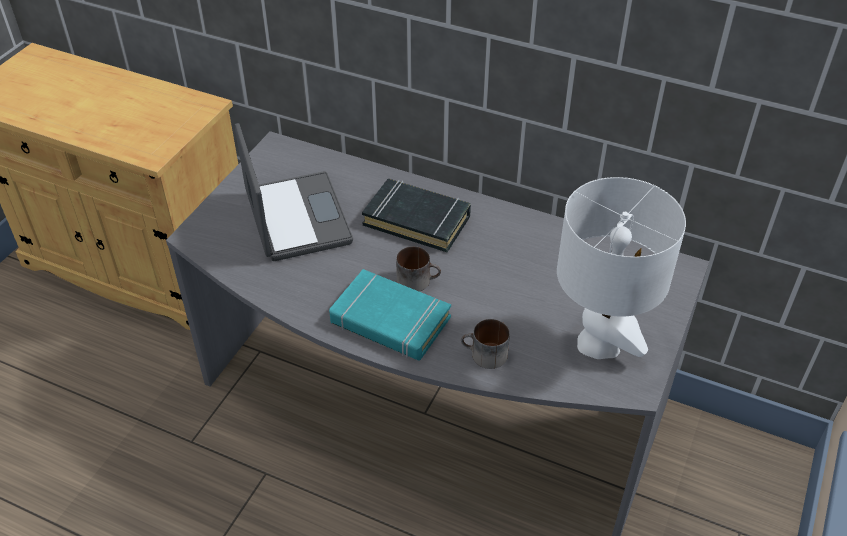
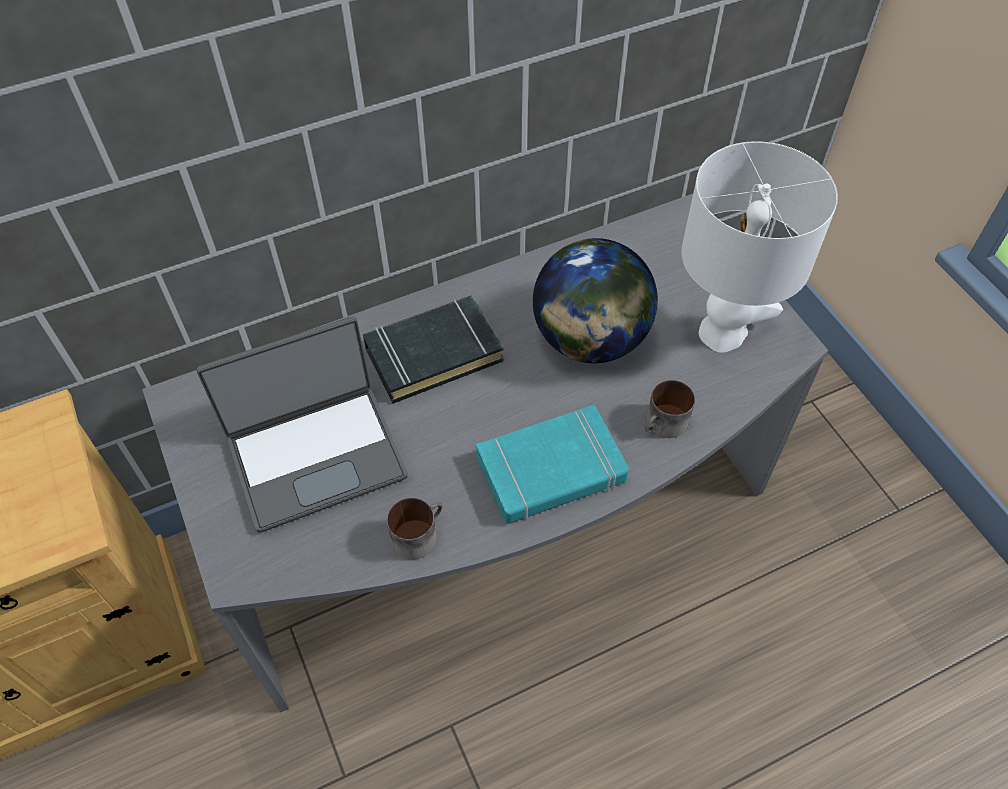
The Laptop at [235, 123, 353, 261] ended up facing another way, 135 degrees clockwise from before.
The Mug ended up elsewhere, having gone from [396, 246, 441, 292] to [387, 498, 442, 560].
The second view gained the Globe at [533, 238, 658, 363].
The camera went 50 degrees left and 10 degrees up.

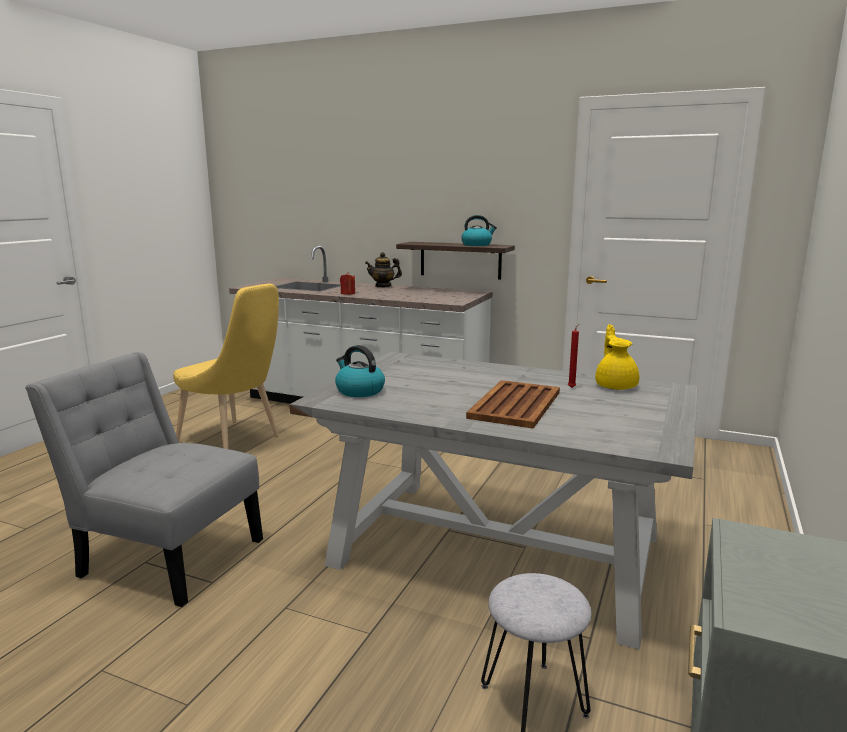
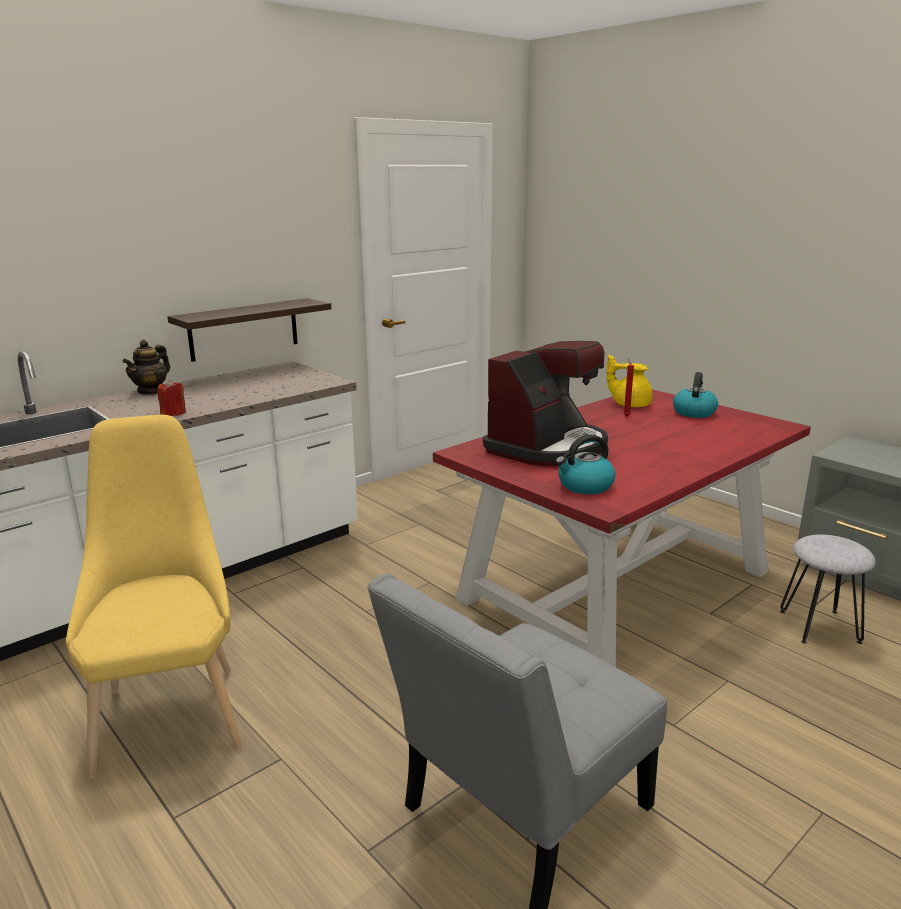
The YellowChair at [173, 284, 279, 449] ended up facing another way, 75 degrees counterclockwise from before.
What was the GreyDiningTable at [290, 352, 698, 650] turned into the RedDiningTable at [433, 389, 811, 667].
The second view gained the CoffeeMachine at [483, 341, 608, 466].
The Kettle ended up elsewhere, having gone from [461, 215, 497, 246] to [673, 372, 718, 418].
The second view lost the BrownTray at [466, 380, 560, 429].
The camera went 65 degrees left and 5 degrees up.

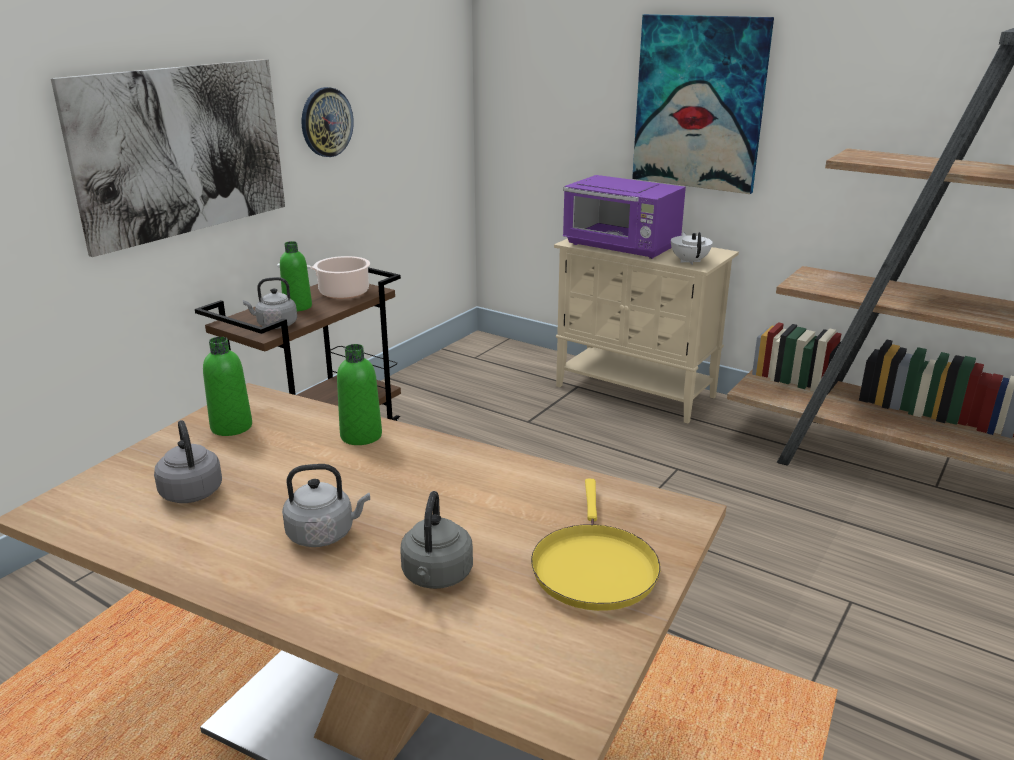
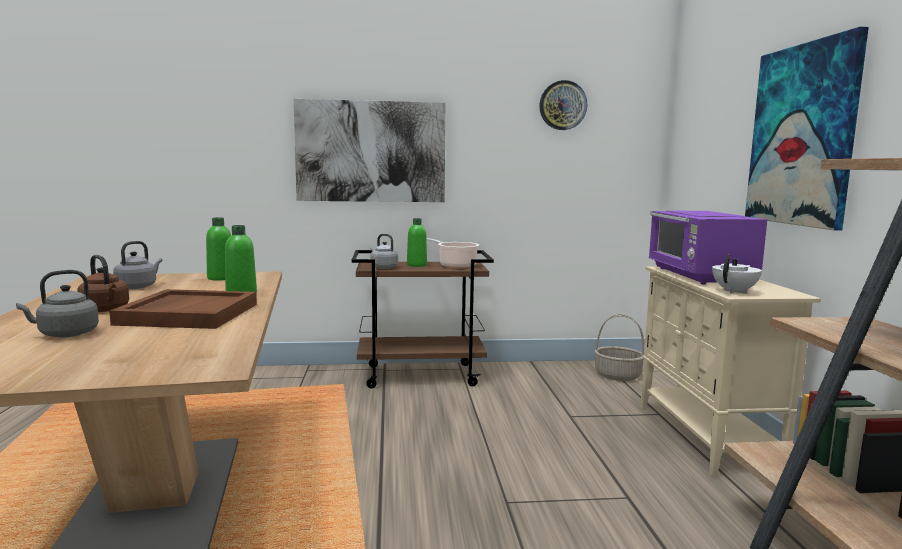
What was the GreyKettle at [282, 464, 370, 547] turned into the BrownKettle at [77, 255, 129, 312].
The second view gained the BrownTray at [109, 289, 257, 329].
The WallClock ended up elsewhere, having gone from [302, 87, 354, 157] to [539, 80, 587, 130].
The second view gained the Basket at [595, 314, 644, 381].
The second view lost the YellowFryingPan at [531, 479, 660, 611].
The camera went 50 degrees right and 15 degrees down.

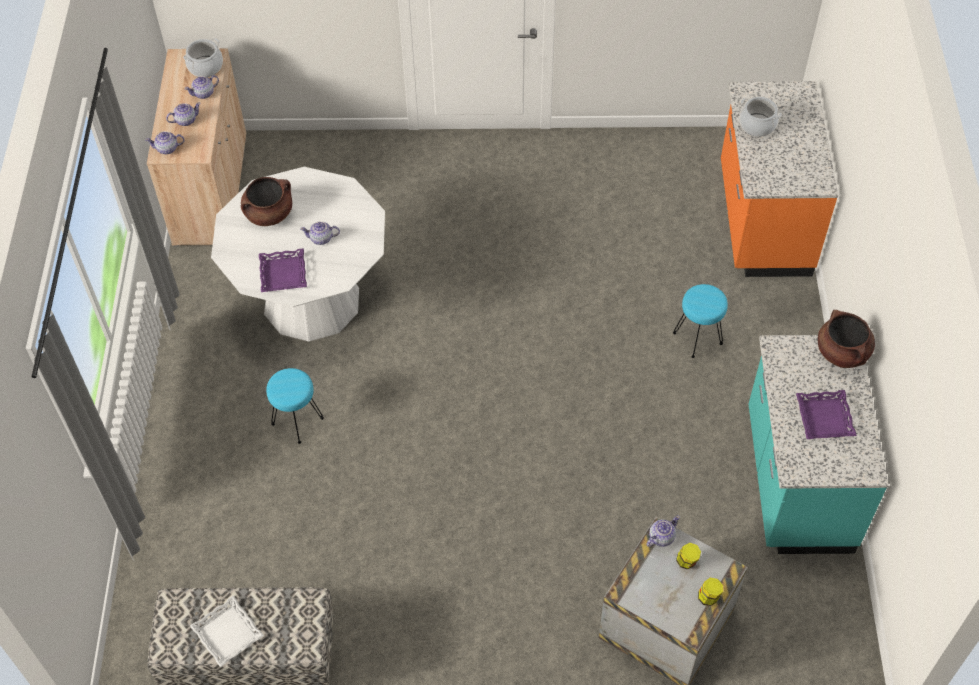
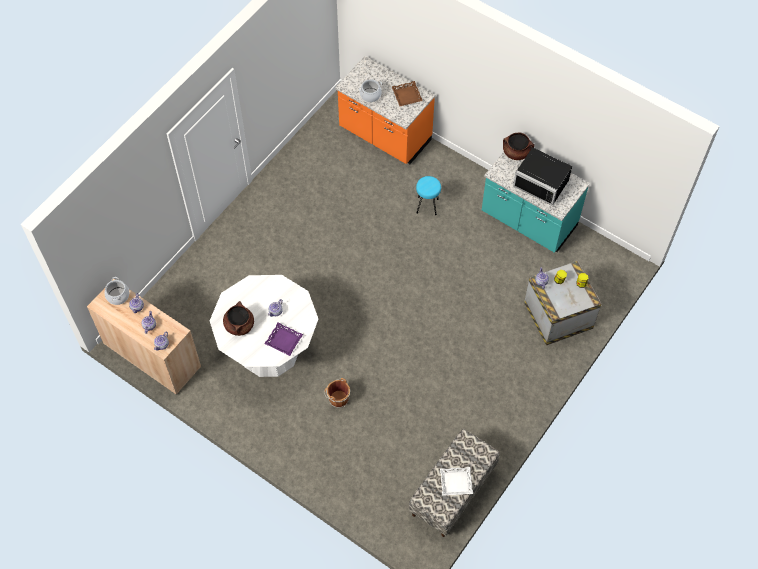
Where the TurquoiseStool stood at [266, 368, 324, 444], the BrownBucket came to stand at [324, 378, 350, 408].
The second view gained the BrownTray at [392, 81, 423, 106].
Where the PurpleTray stood at [796, 390, 857, 439], the BlackMicrowave came to stand at [513, 147, 572, 206].
The camera went 55 degrees left and 5 degrees up.

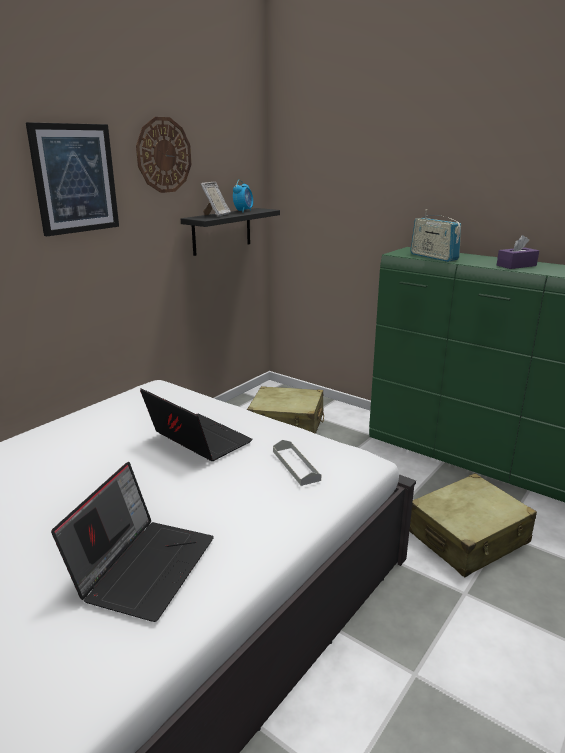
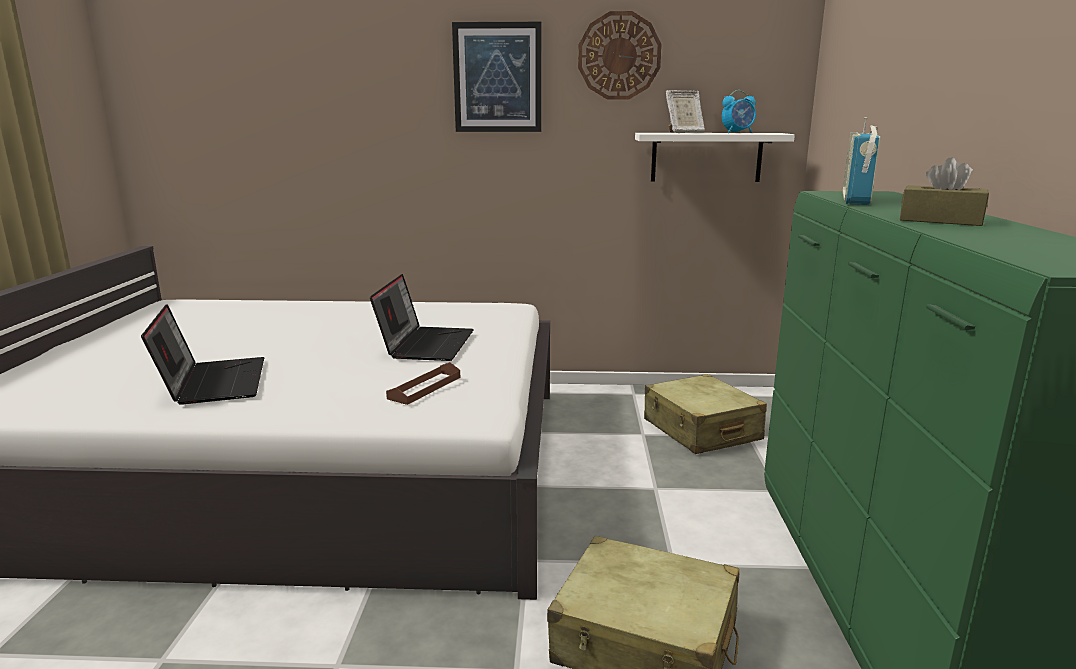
The Laptop at [51, 462, 214, 622] ended up facing another way, 90 degrees counterclockwise from before.
What was the GreyTray at [273, 440, 321, 486] turned into the BrownTray at [386, 362, 460, 405].
What was the BlackShelf at [181, 208, 280, 256] turned into the WhiteShelf at [635, 133, 795, 182].
What was the PurpleTissueBox at [497, 235, 539, 269] turned into the BrownTissueBox at [900, 157, 989, 226].
The camera went 55 degrees right and 5 degrees down.

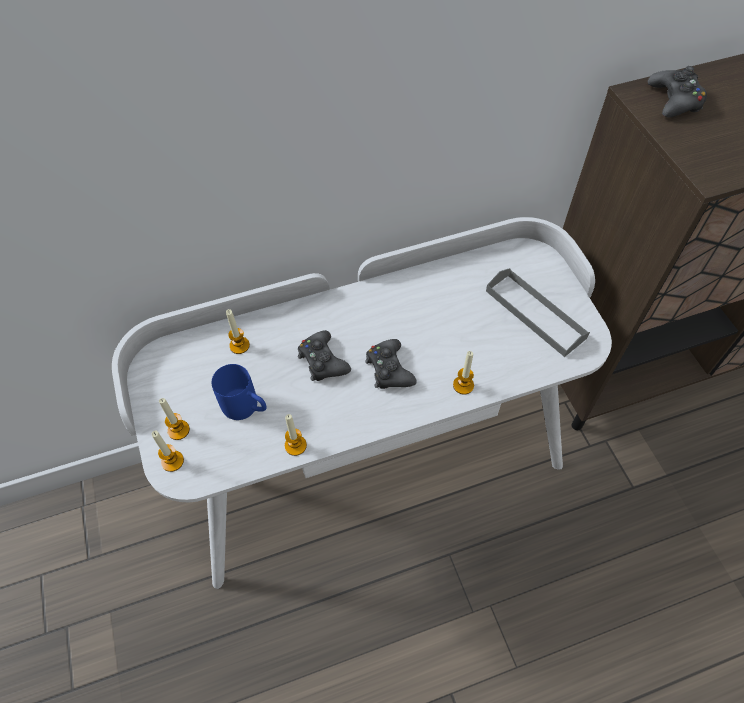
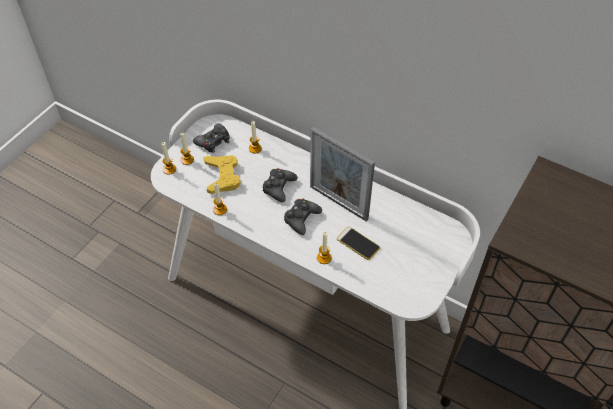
The BlackGameController ended up elsewhere, having gone from [648, 66, 707, 118] to [193, 123, 230, 153].
Where the BlueMug stood at [212, 364, 267, 420], the YellowGameController came to stand at [203, 155, 241, 194].
The second view gained the PictureFrame at [310, 127, 375, 221].
The second view gained the Phone at [337, 227, 380, 260].
The second view lost the GreyTray at [486, 268, 590, 357].
The camera went 50 degrees right and 5 degrees down.

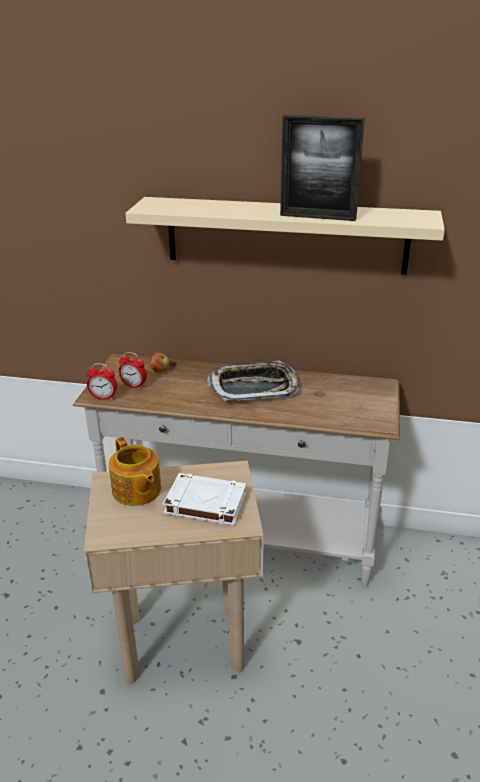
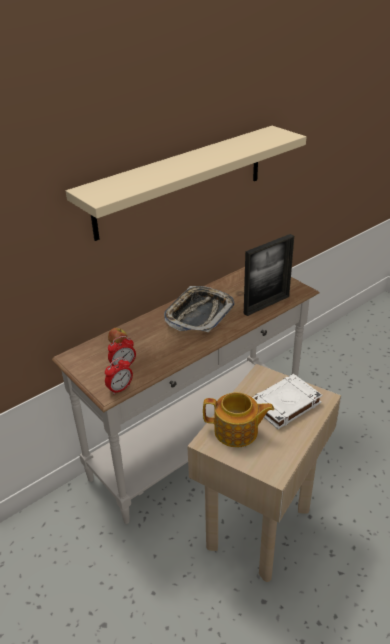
The PictureFrame ended up elsewhere, having gone from [280, 114, 365, 221] to [244, 234, 294, 316].
The camera went 50 degrees left and 5 degrees up.

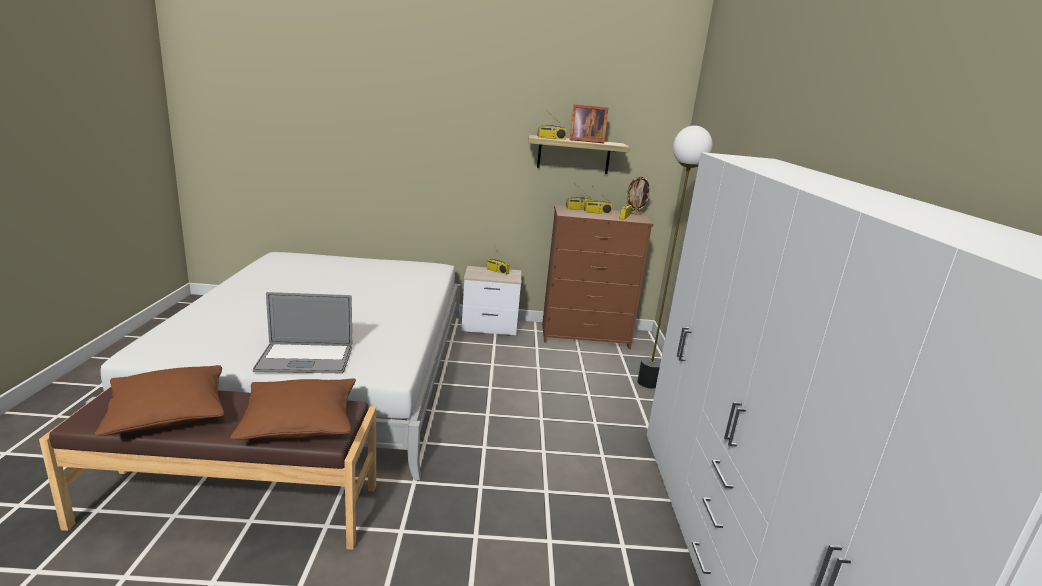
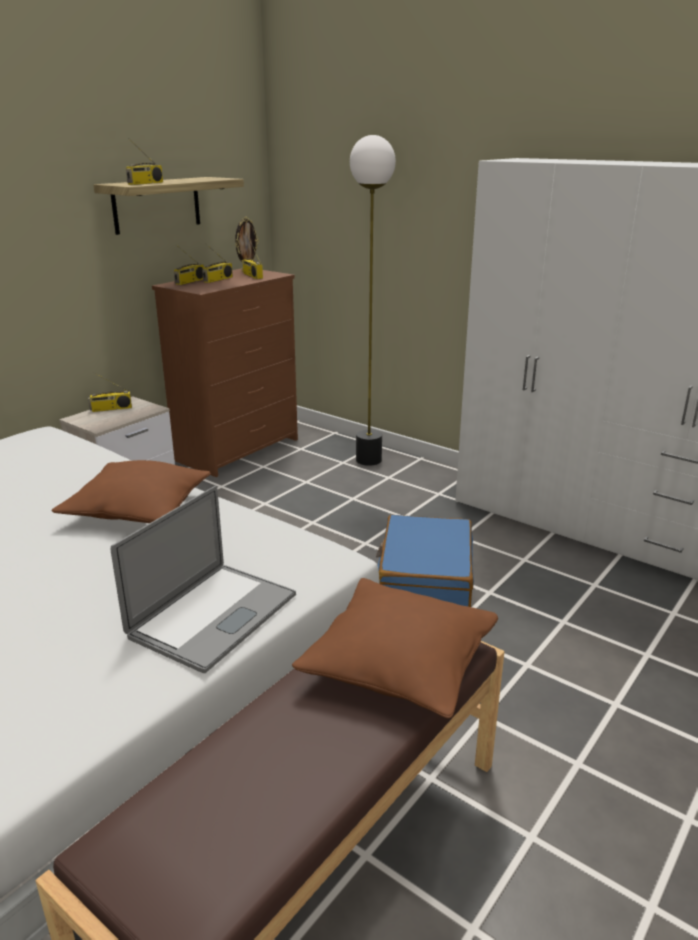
The BrownPillow ended up elsewhere, having gone from [95, 365, 224, 436] to [51, 460, 211, 523].
The second view gained the BlueSuitcase at [376, 515, 474, 607].
The second view lost the PictureFrame at [570, 104, 608, 143].
The camera went 50 degrees left and 5 degrees up.

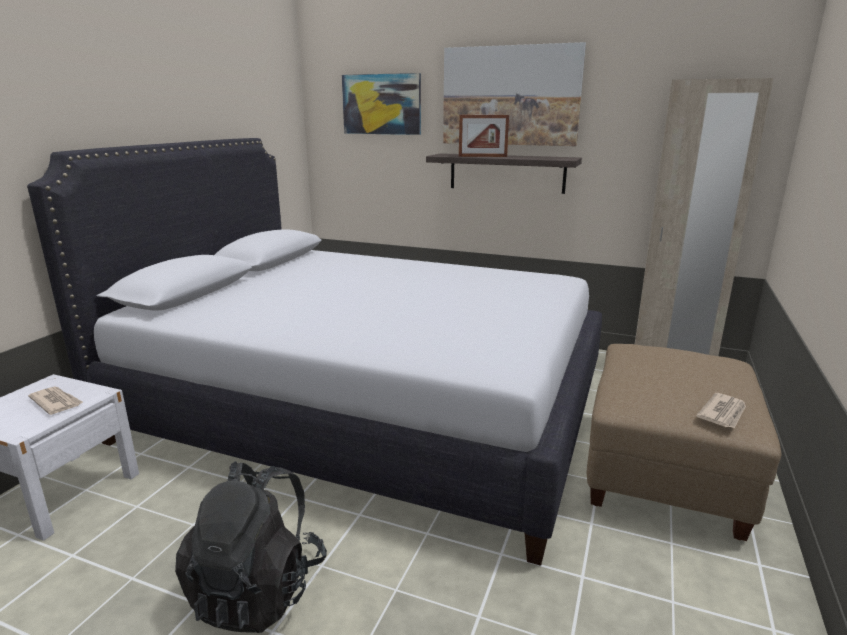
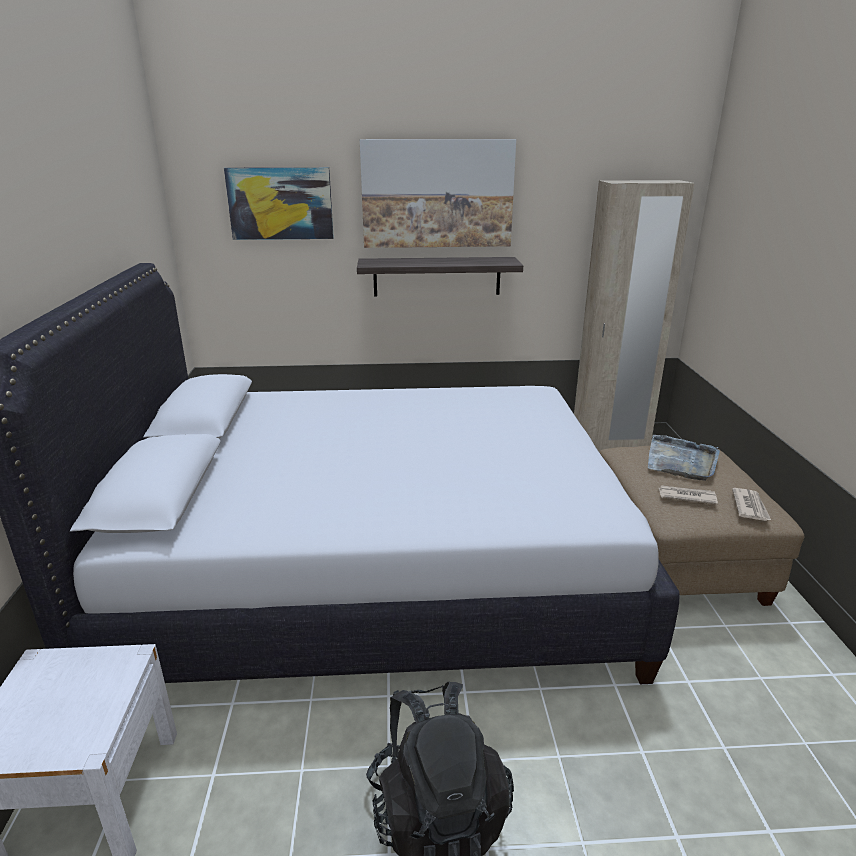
The second view gained the GreyTray at [648, 435, 720, 481].
The Newspaper ended up elsewhere, having gone from [28, 386, 84, 415] to [659, 485, 718, 505].
The second view lost the PictureFrame at [459, 115, 509, 157].
The camera went 25 degrees left and 5 degrees up.

